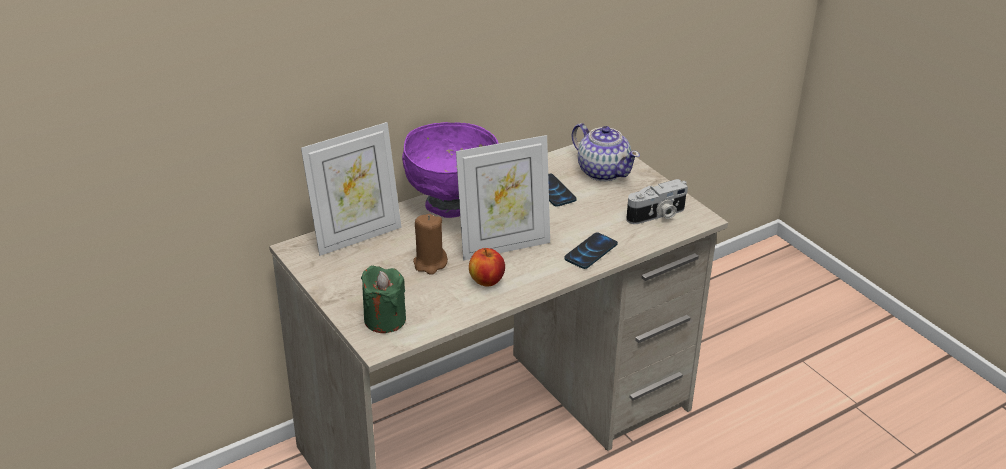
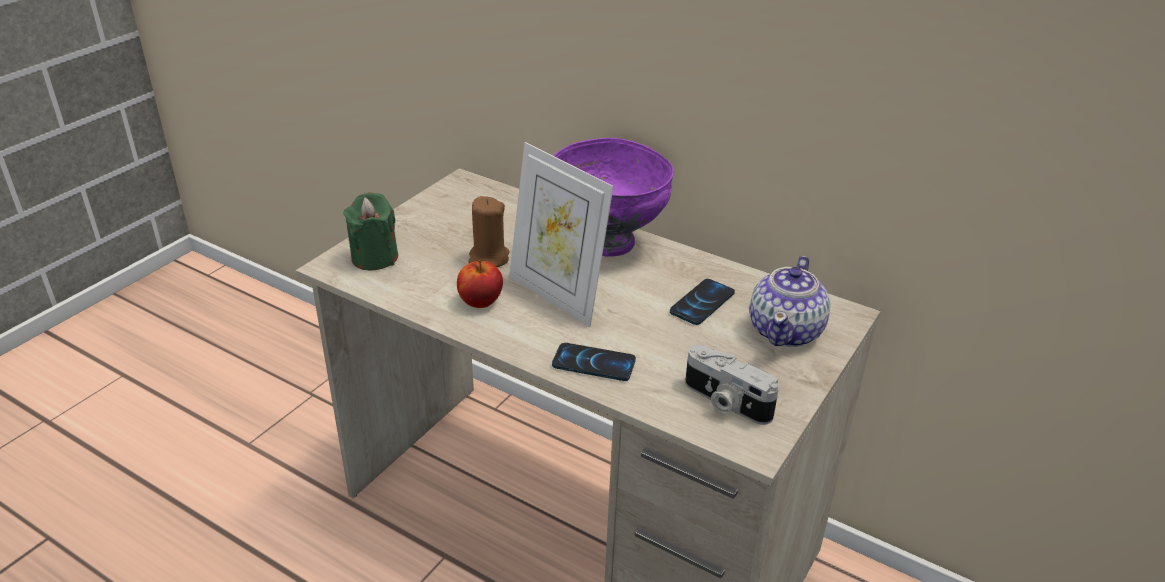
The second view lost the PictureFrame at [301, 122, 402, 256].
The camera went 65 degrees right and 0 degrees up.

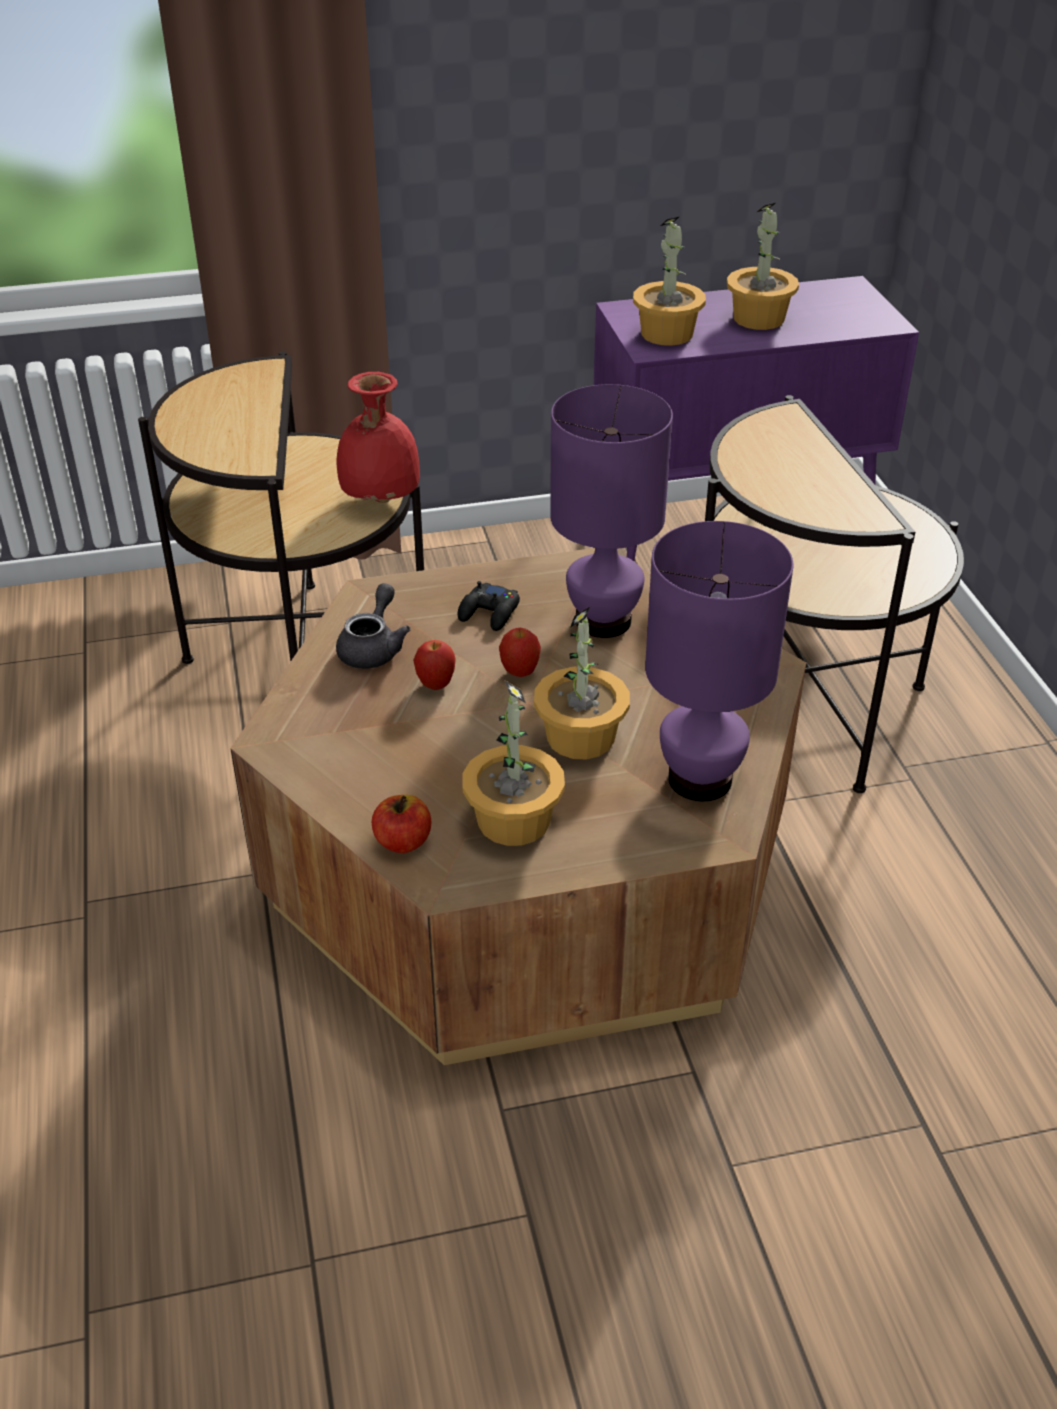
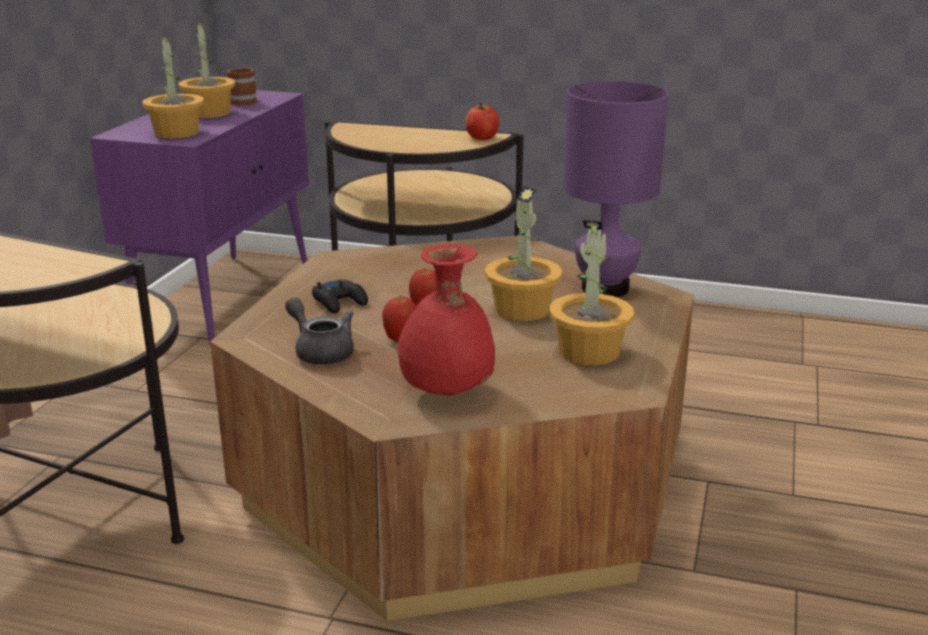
The second view gained the BrownMug at [226, 68, 257, 106].
The RedVase ended up elsewhere, having gone from [336, 372, 420, 503] to [398, 244, 496, 396].
The Apple ended up elsewhere, having gone from [372, 795, 431, 853] to [466, 103, 499, 140].
The second view lost the PurpleTableLamp at [550, 384, 673, 638].
The camera went 60 degrees left and 15 degrees down.

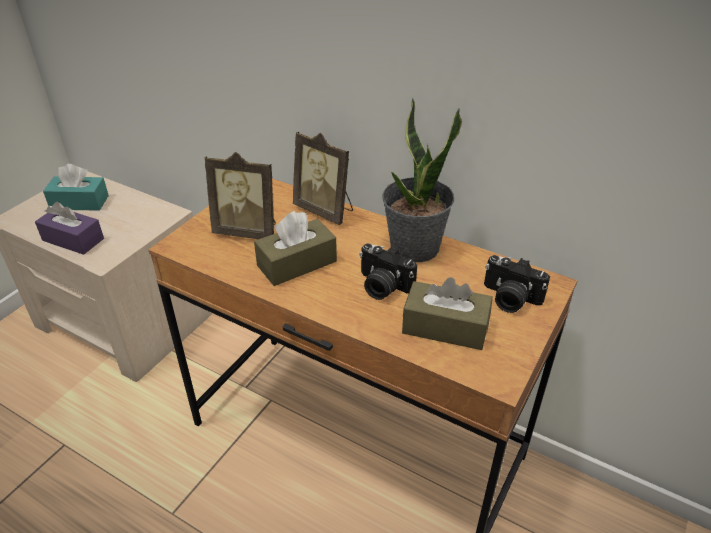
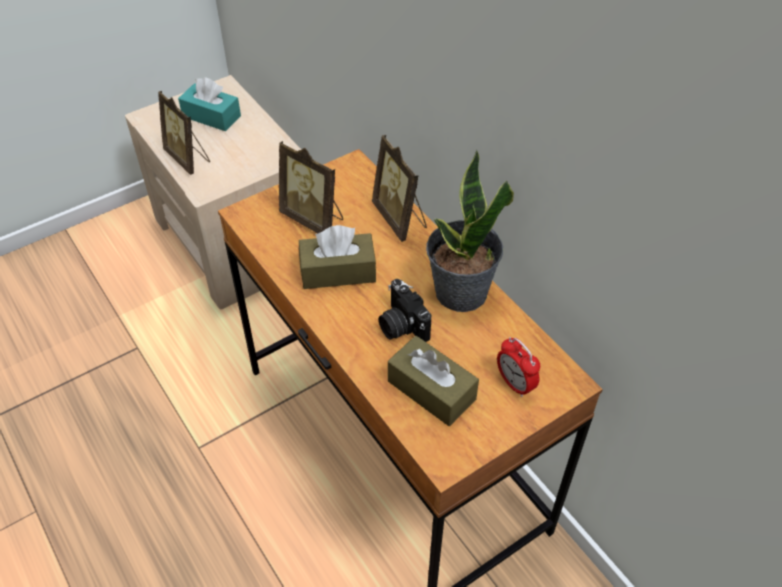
Where the PurpleTissueBox stood at [35, 202, 104, 255], the PictureFrame came to stand at [158, 91, 210, 175].
Where the PhotoCamera stood at [484, 255, 550, 313], the AlarmClock came to stand at [497, 337, 540, 397].
The camera went 25 degrees right and 10 degrees up.

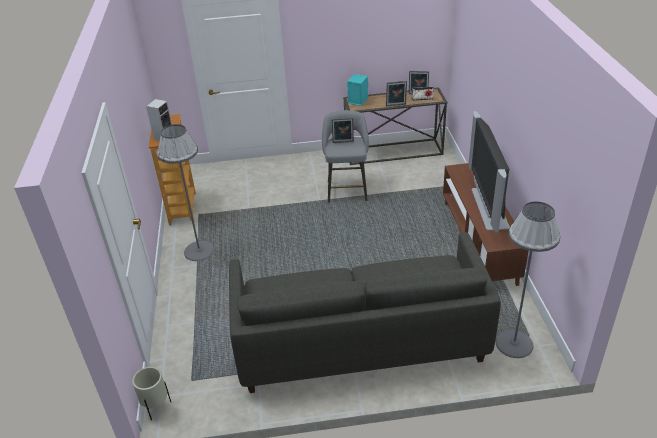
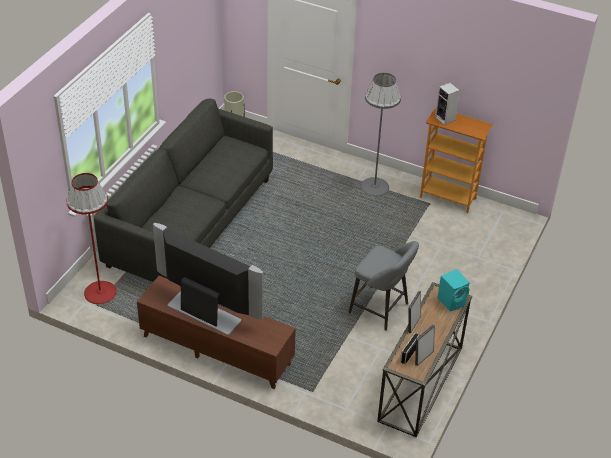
What was the GreyFloorLamp at [495, 201, 560, 358] turned into the RedFloorLamp at [66, 173, 117, 304].
The second view lost the PictureFrame at [332, 118, 354, 143].
The camera went 120 degrees right and 5 degrees up.

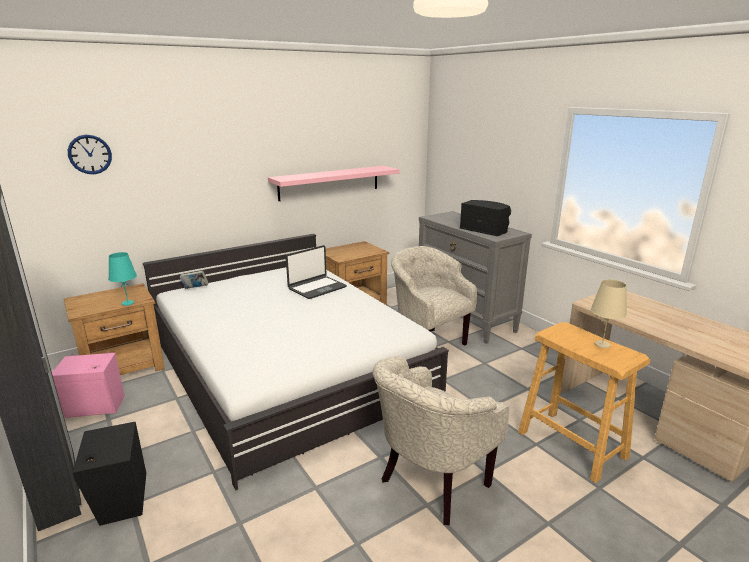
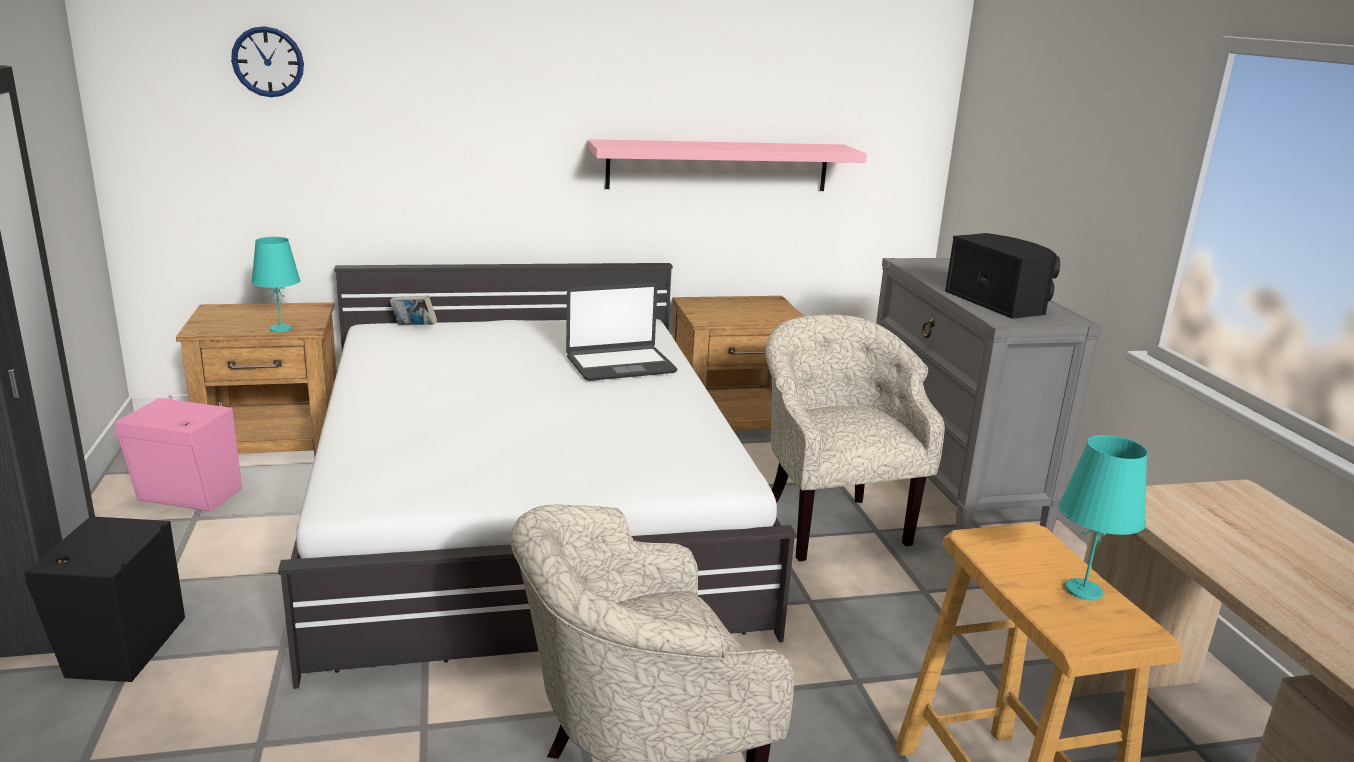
What was the BeigeTableLamp at [590, 279, 627, 348] turned into the TurquoiseTableLamp at [1058, 435, 1148, 601].
The camera went 20 degrees right and 0 degrees up.

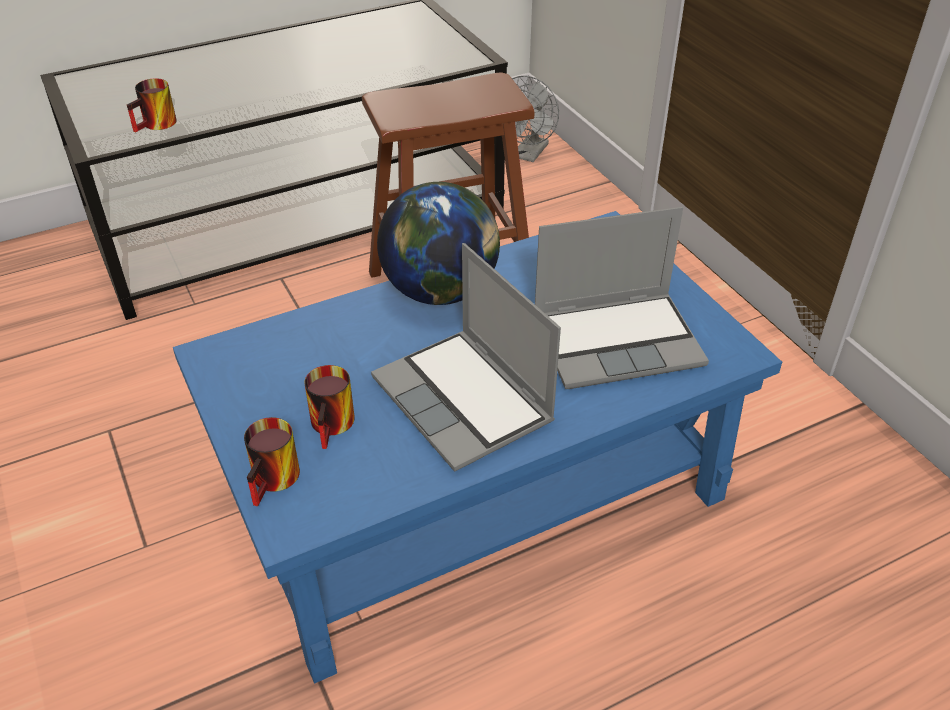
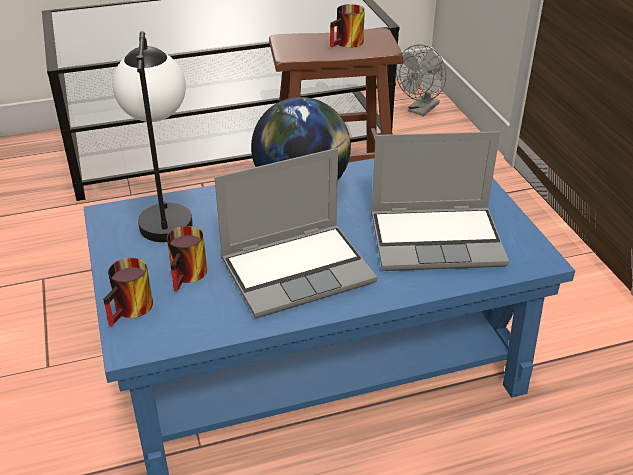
The second view gained the TableLamp at [113, 31, 193, 242].
The Laptop at [371, 243, 561, 472] ended up facing another way, 90 degrees counterclockwise from before.
The Mug ended up elsewhere, having gone from [127, 78, 177, 132] to [330, 4, 365, 48].
The camera went 10 degrees right and 5 degrees down.

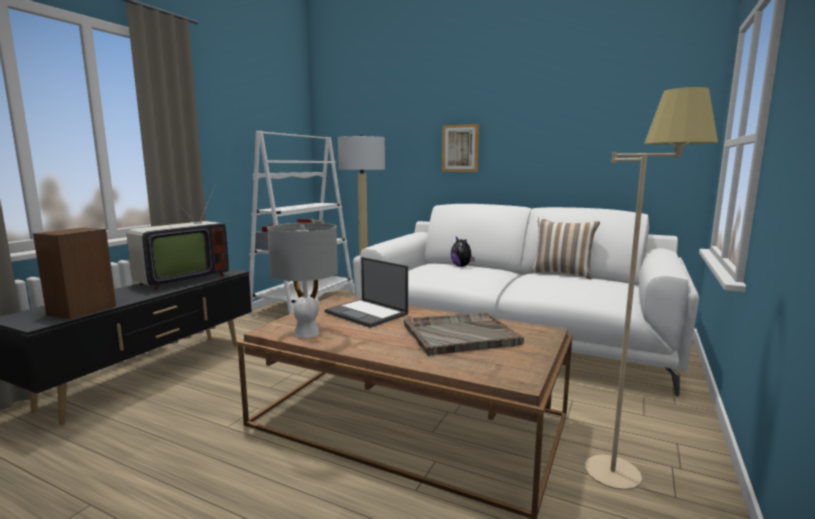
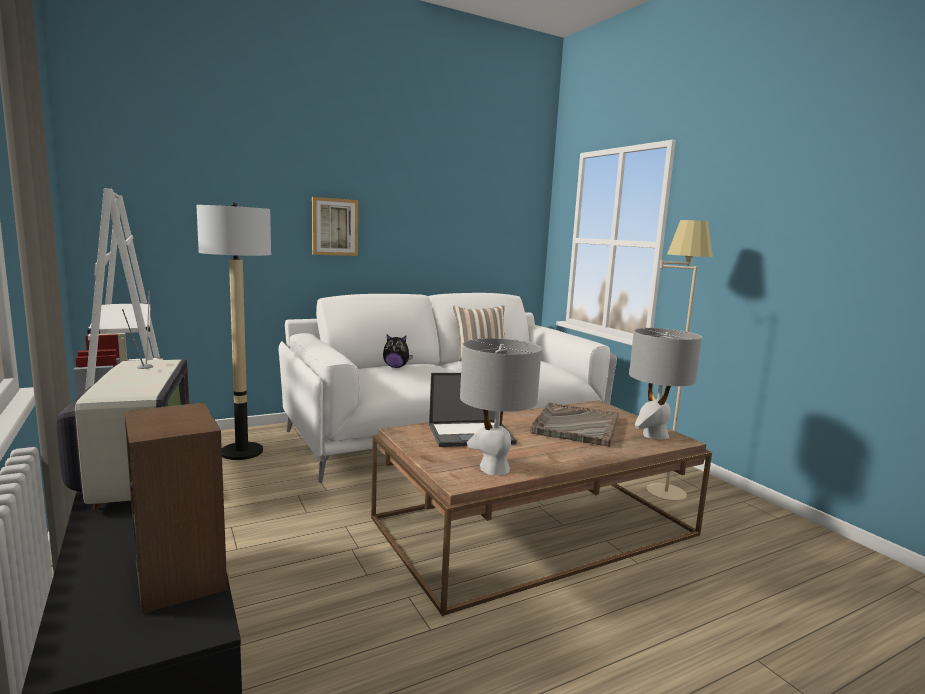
The second view gained the GreyTableLamp at [629, 328, 702, 439].
The camera went 55 degrees left and 0 degrees up.

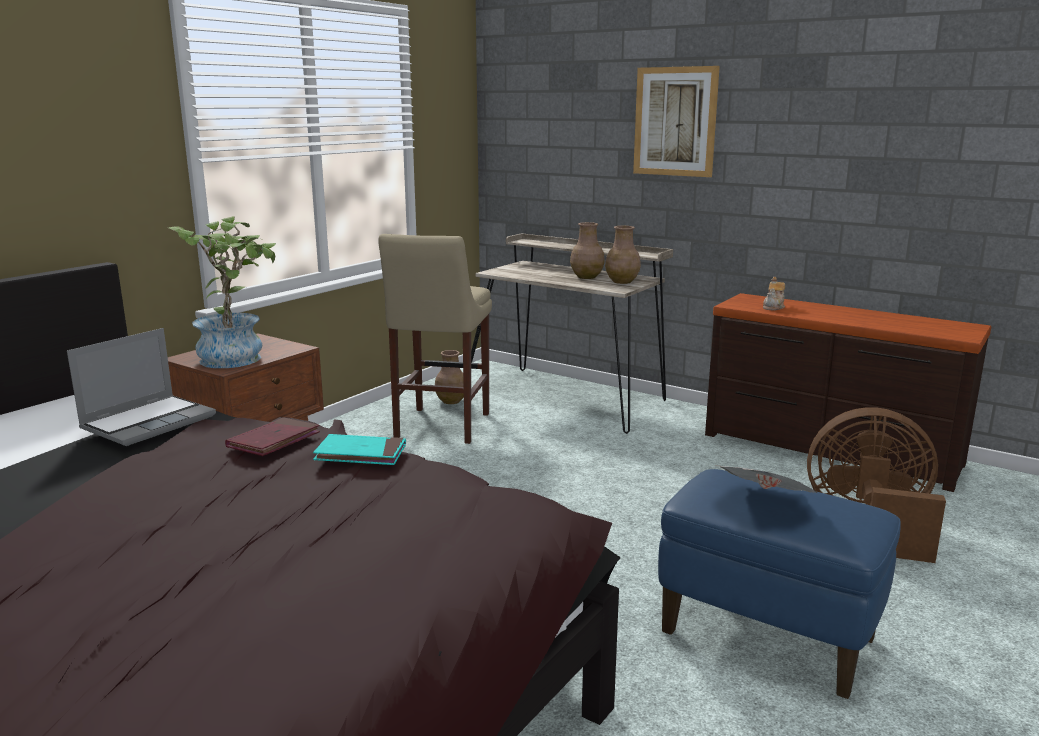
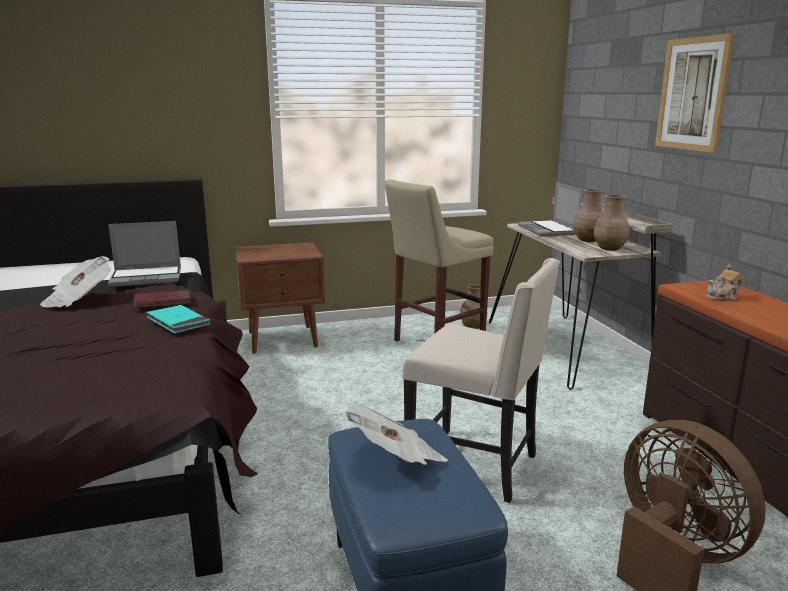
The second view gained the Newspaper at [40, 256, 111, 307].
The second view gained the BeigeChair at [402, 258, 560, 503].
The second view gained the Laptop at [518, 182, 583, 236].
The second view lost the PottedPlant at [169, 216, 276, 368].
The camera went 40 degrees right and 0 degrees up.

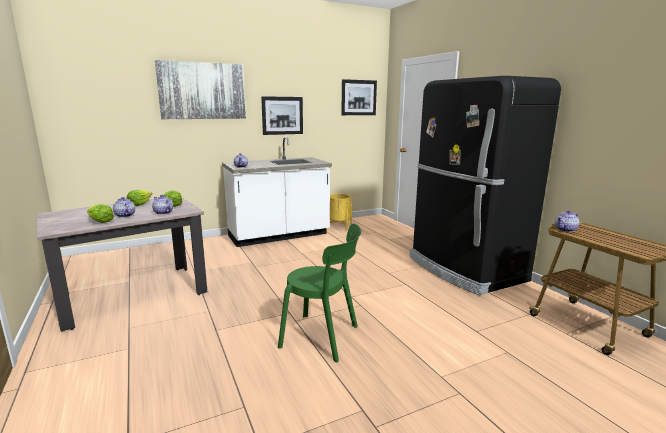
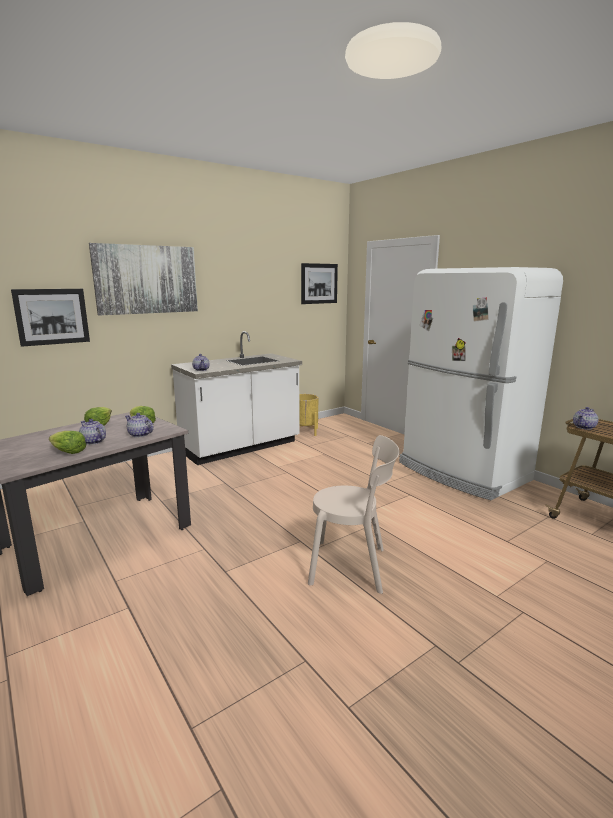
The Picture ended up elsewhere, having gone from [261, 96, 303, 135] to [11, 289, 90, 347].
What was the GreenChair at [278, 223, 361, 362] turned into the BeigeChair at [308, 435, 400, 594].
What was the BlackFridge at [410, 76, 561, 295] turned into the WhiteFridge at [399, 267, 563, 500].
The camera went 10 degrees left and 0 degrees up.

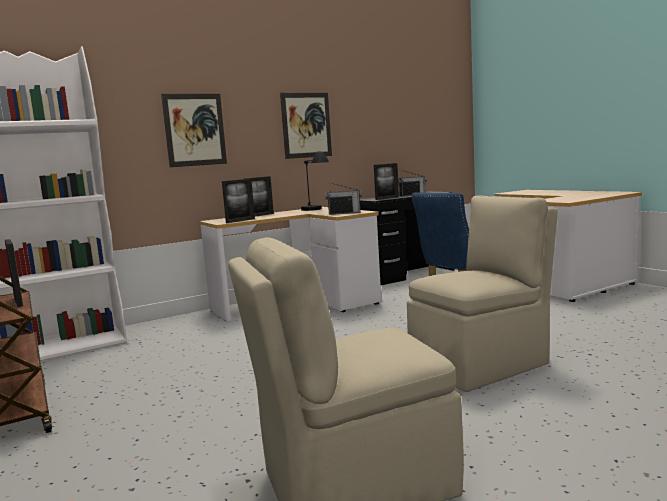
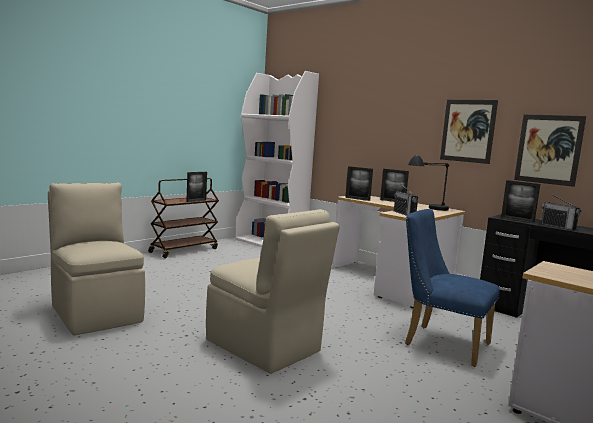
The Picture ended up elsewhere, having gone from [161, 94, 227, 167] to [514, 114, 586, 187].
The camera went 70 degrees right and 0 degrees up.

